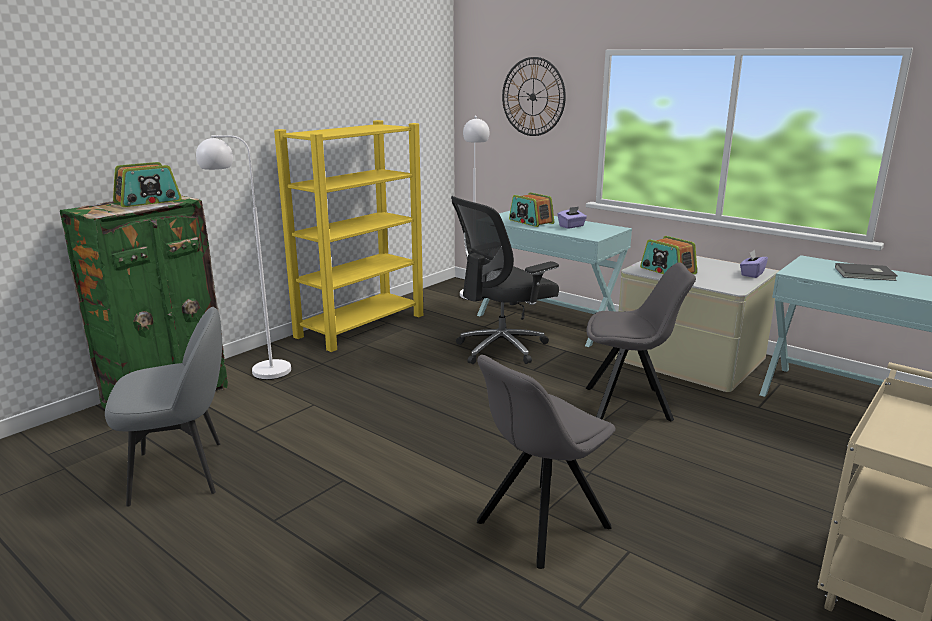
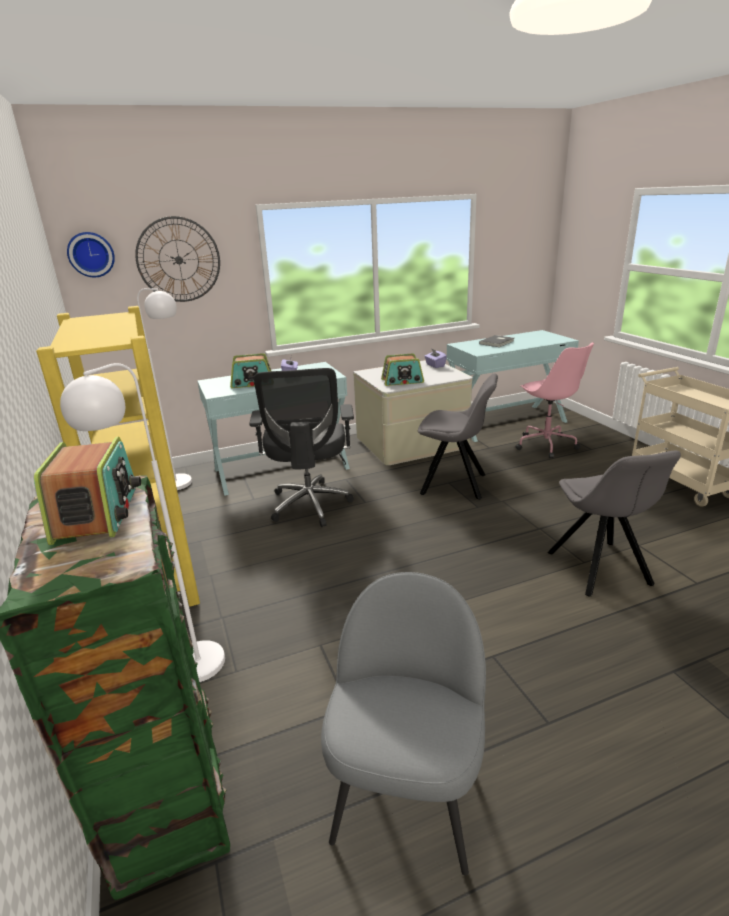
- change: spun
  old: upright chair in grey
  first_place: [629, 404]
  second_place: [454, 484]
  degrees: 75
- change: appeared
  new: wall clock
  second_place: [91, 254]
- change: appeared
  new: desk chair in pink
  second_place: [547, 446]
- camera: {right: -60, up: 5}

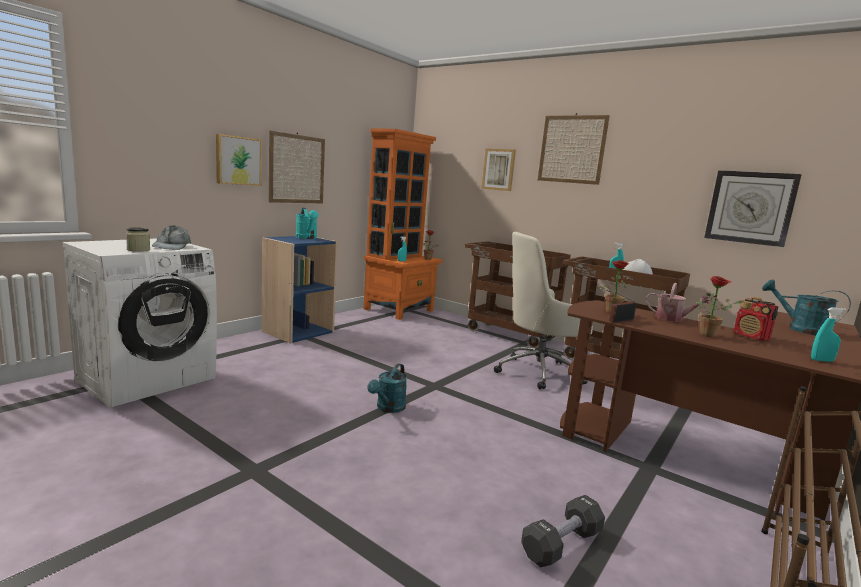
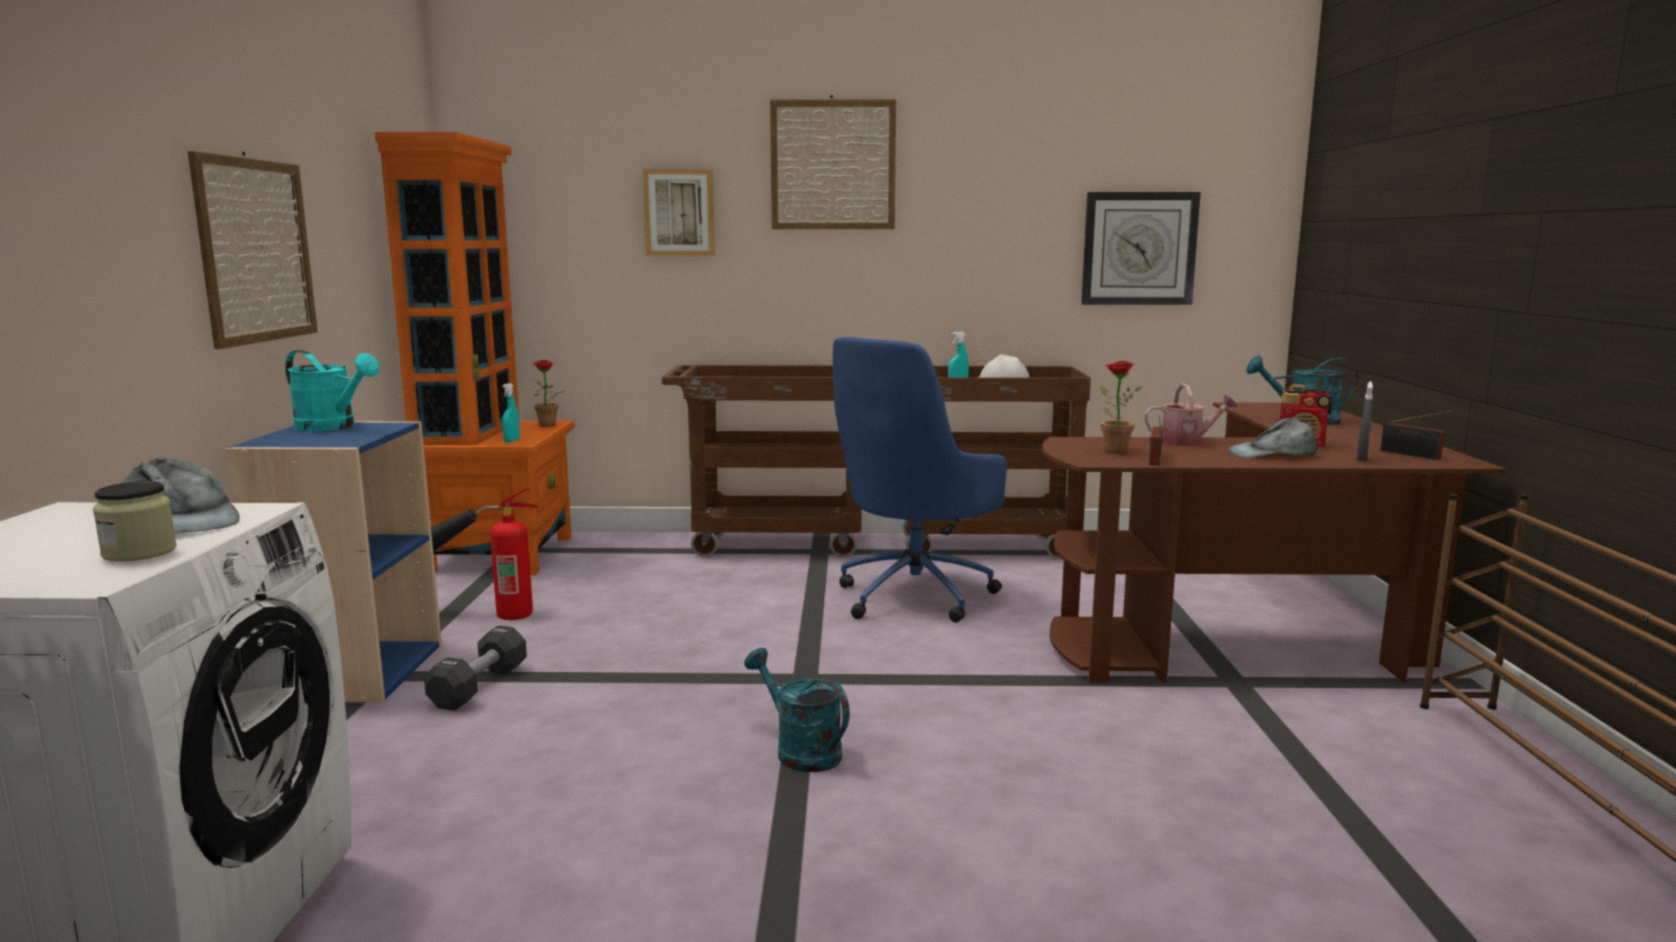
- change: missing
  old: wall art
  first_place: [238, 160]
- change: colour
  old: desk chair in sand-coloured
  new: desk chair in blue-coloured
  first_place: [537, 373]
  second_place: [914, 597]
- change: exchanged
  old: plant in a pot
  new: peaked cap in grey
  first_place: [710, 335]
  second_place: [1272, 454]
- change: exchanged
  old: spray bottle in turquoise-coloured
  new: radio set
  first_place: [822, 360]
  second_place: [1413, 455]
- change: spun
  old: watering pot in turquoise-coloured
  first_place: [388, 408]
  second_place: [800, 750]
  degrees: 150
- change: relocated
  old: free weight in blackish
  first_place: [561, 544]
  second_place: [479, 686]
- change: appeared
  new: spray bottle in grey
  second_place: [1361, 459]
- change: appeared
  new: fire-fighting cylinder
  second_place: [482, 614]
- camera: {right: -35, up: 0}

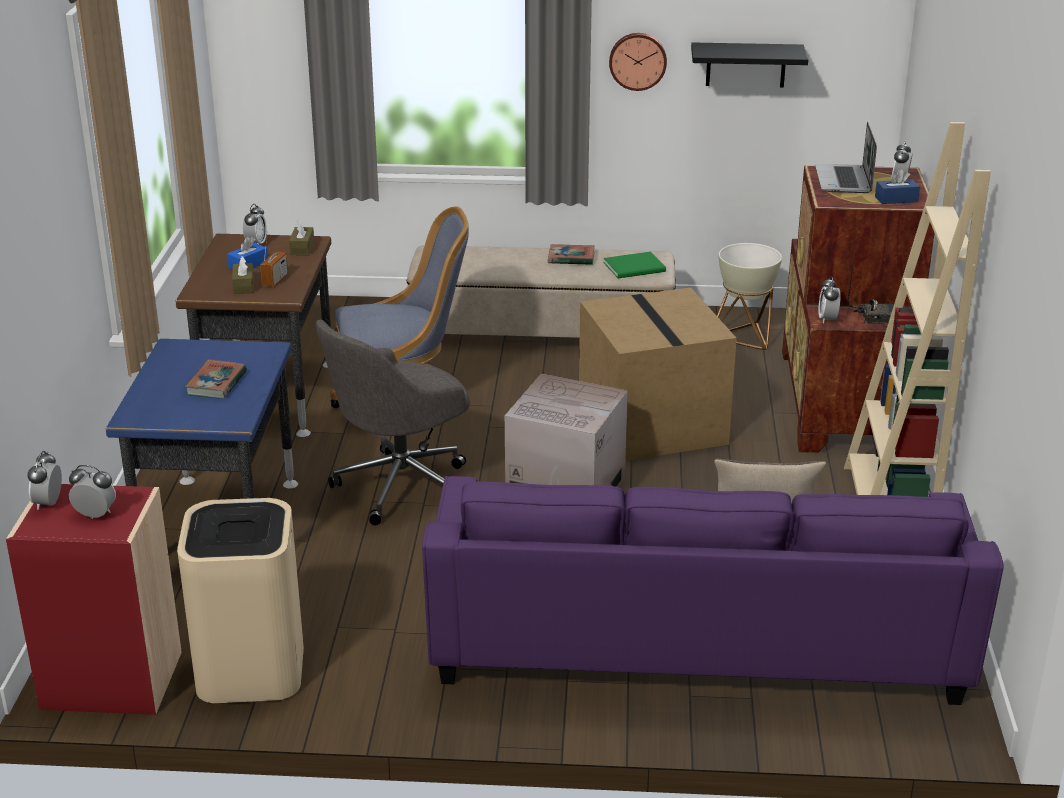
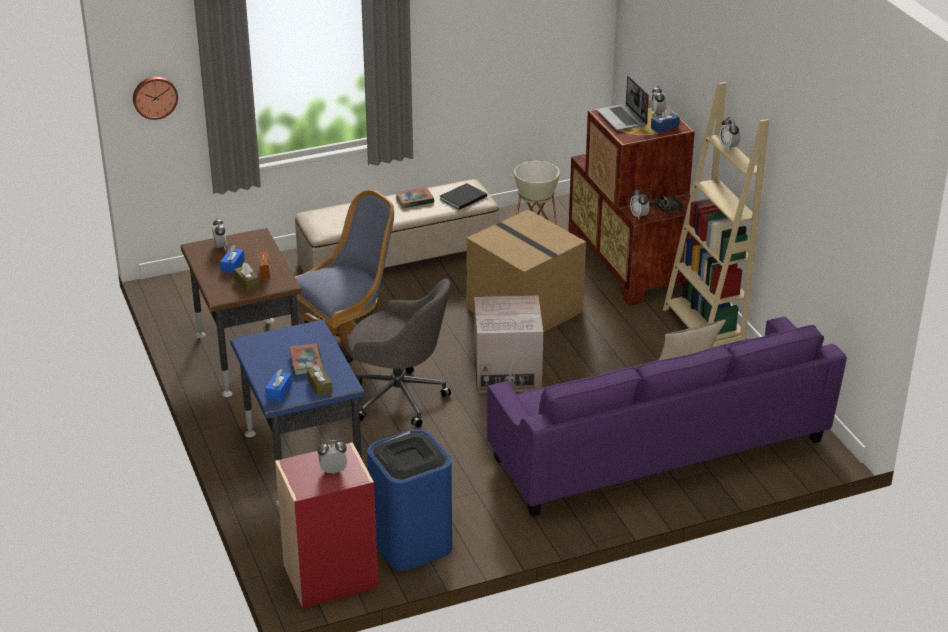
- change: relocated
  old: wall clock
  first_place: [637, 60]
  second_place: [154, 97]
- change: missing
  old: wall shelf in blackish
  first_place: [746, 64]
- change: relocated
  old: tissue box in brownish
  first_place: [302, 248]
  second_place: [320, 386]
- change: colour
  old: volume in green
  new: volume in blackish
  first_place: [636, 267]
  second_place: [465, 198]
- change: spun
  old: desk chair in grey
  first_place: [401, 487]
  second_place: [399, 398]
  degrees: -90
- change: relocated
  old: bedside clock
  first_place: [48, 503]
  second_place: [728, 147]
- change: colour
  old: trash can in sand-coloured
  new: trash can in blue-coloured
  first_place: [250, 669]
  second_place: [410, 543]
- change: appeared
  new: tissue box in blue-coloured
  second_place: [279, 391]
- camera: {right: -25, up: 5}

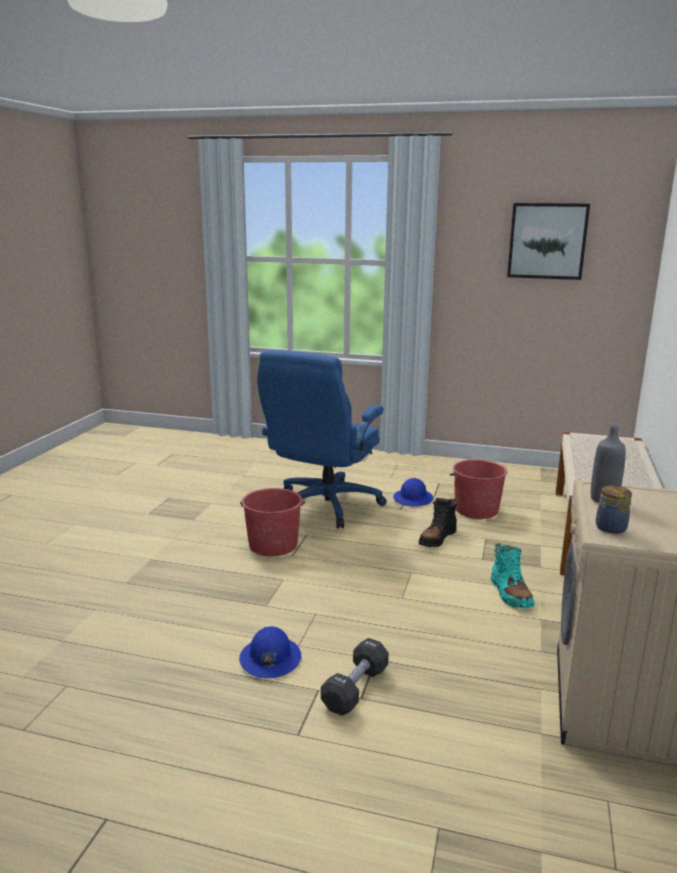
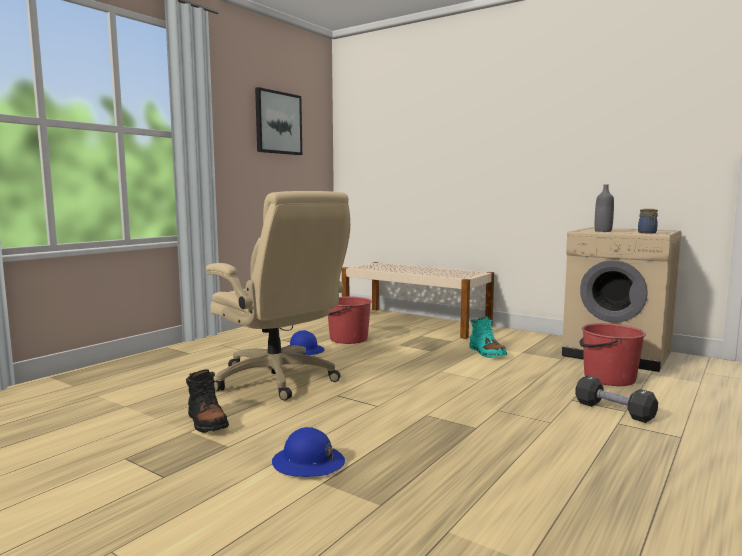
- change: colour
  old: desk chair in blue-coloured
  new: desk chair in sand-coloured
  first_place: [322, 507]
  second_place: [280, 381]
- change: relocated
  old: pail in red
  first_place: [273, 545]
  second_place: [608, 378]
- change: relocated
  old: tall boot in blackish
  first_place: [437, 538]
  second_place: [206, 422]
- change: spun
  old: tall boot in turquoise-coloured
  first_place: [510, 594]
  second_place: [486, 353]
  degrees: 60
- change: relocated
  old: work helmet in blue-coloured
  first_place: [270, 659]
  second_place: [308, 463]
- camera: {right: -70, up: -10}

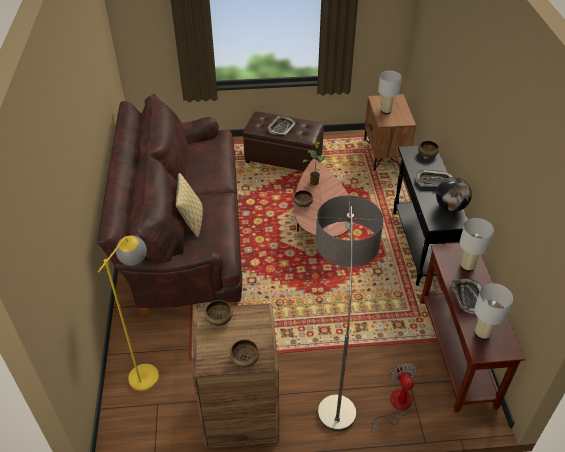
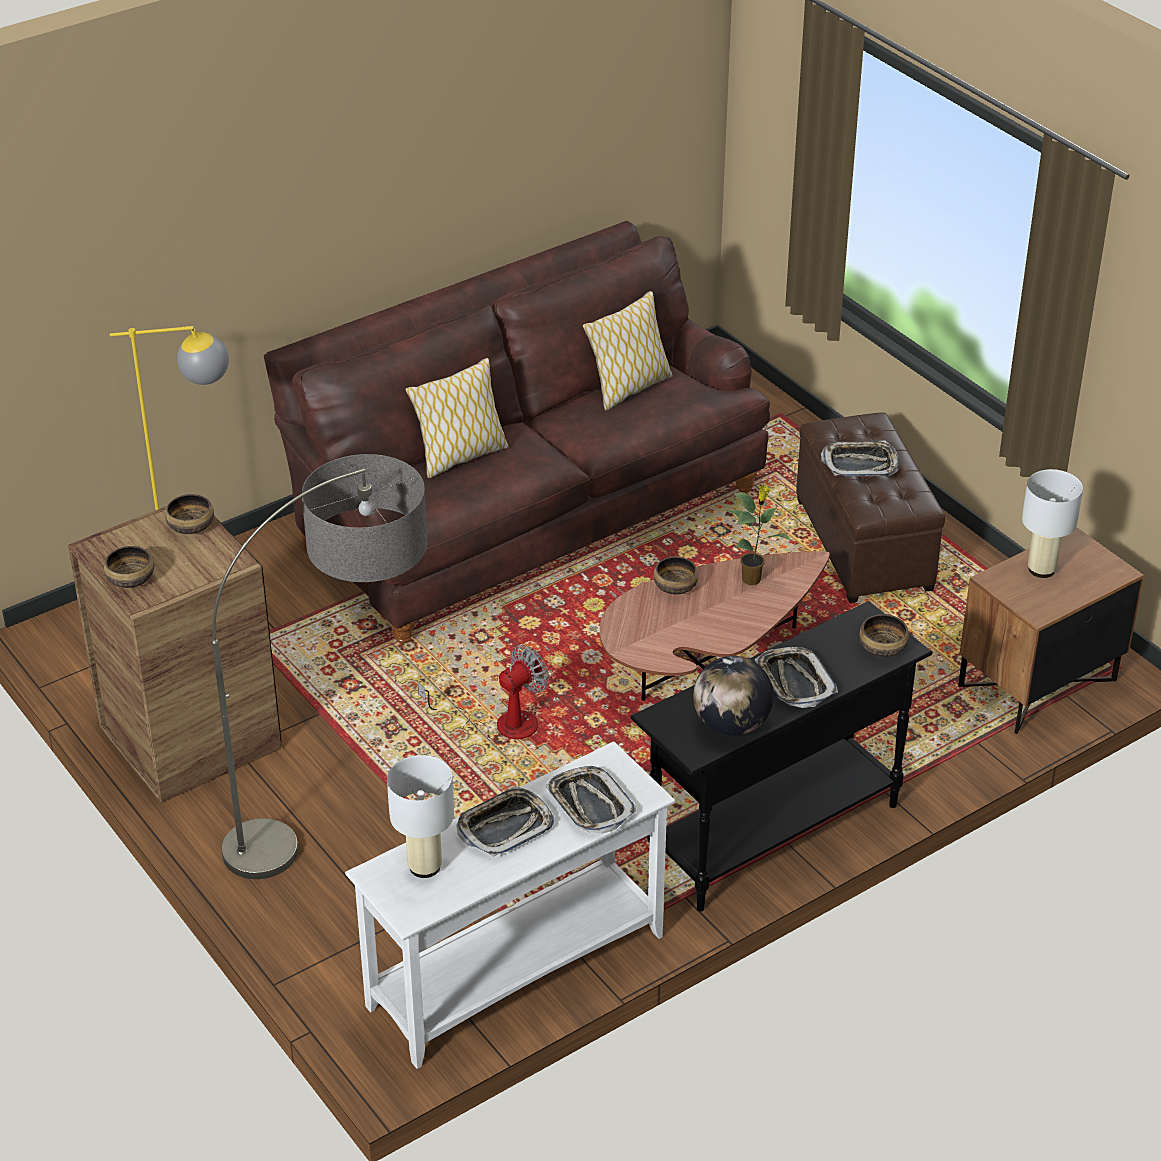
- change: exchanged
  old: table lamp in whitish
  new: serving tray
  first_place: [467, 266]
  second_place: [590, 804]
- change: colour
  old: console table in brownish
  new: console table in whitish
  first_place: [457, 352]
  second_place: [515, 972]
- change: relocated
  old: electric fan
  first_place: [396, 406]
  second_place: [501, 724]
- change: appeared
  new: cushion
  second_place: [629, 388]
- camera: {right: 60, up: -5}

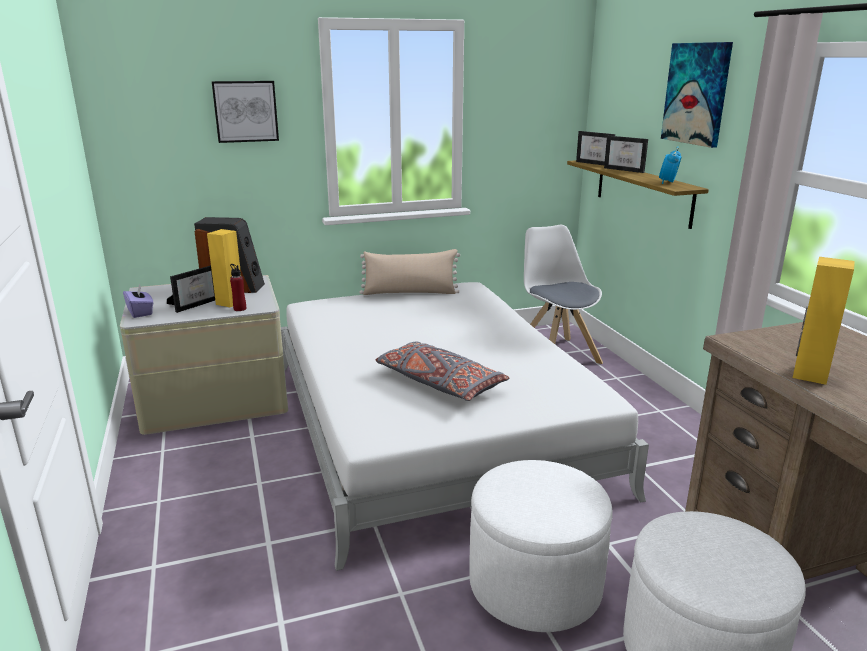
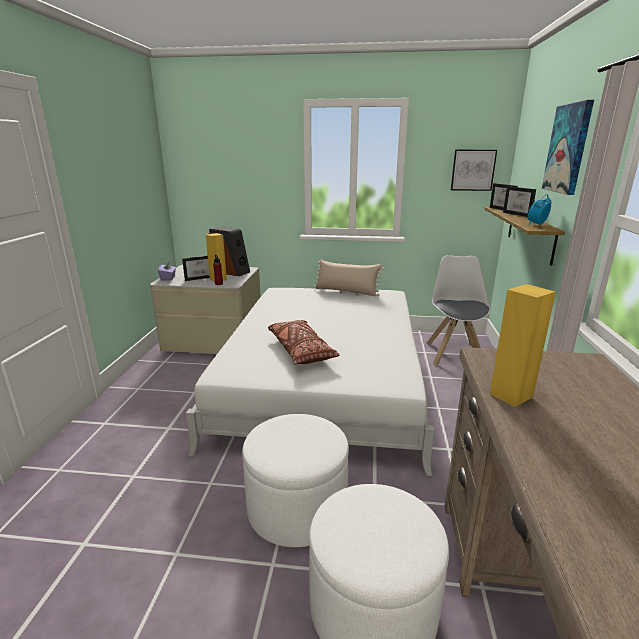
- change: relocated
  old: wall art
  first_place: [245, 111]
  second_place: [472, 170]
- change: colour
  old: cushion in grey
  new: cushion in brownish
  first_place: [439, 383]
  second_place: [300, 350]
- camera: {right: 25, up: 0}

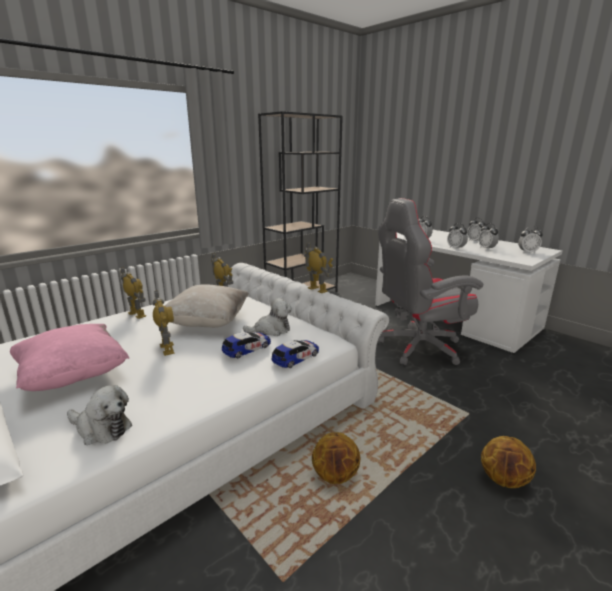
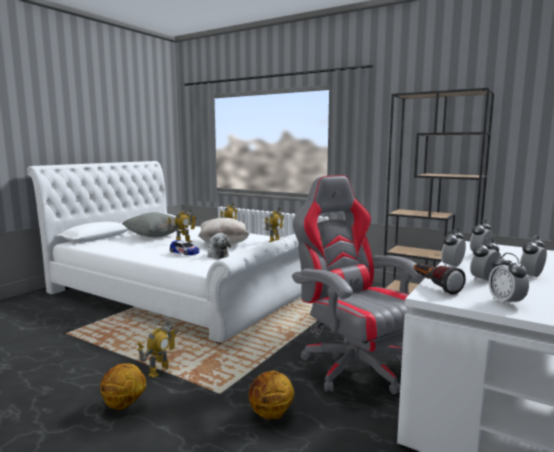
- change: relocated
  old: robot figure
  first_place: [317, 289]
  second_place: [159, 371]
- change: colour
  old: cushion in pink
  new: cushion in grey
  first_place: [73, 376]
  second_place: [154, 236]
- change: missing
  old: model car
  first_place: [296, 357]
- change: missing
  old: plush toy
  first_place: [101, 428]
- change: relocated
  old: basketball ball
  first_place: [335, 476]
  second_place: [271, 414]
- change: appeared
  new: hand torch
  second_place: [434, 286]
- camera: {right: 75, up: -10}

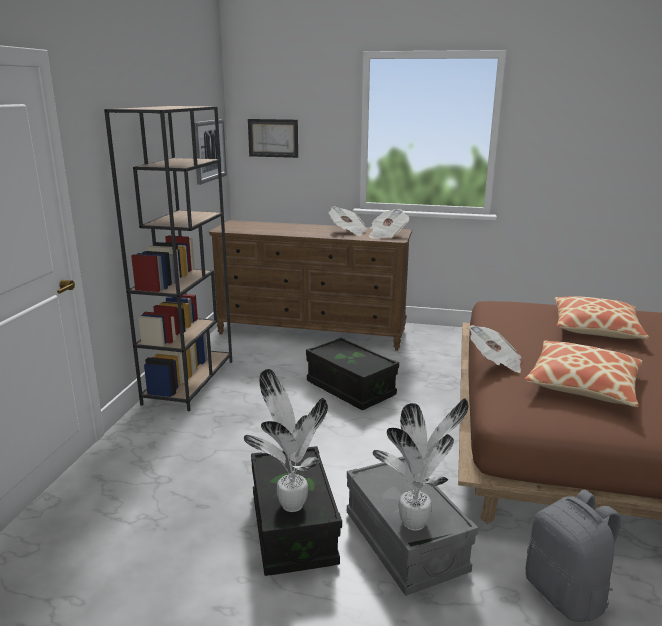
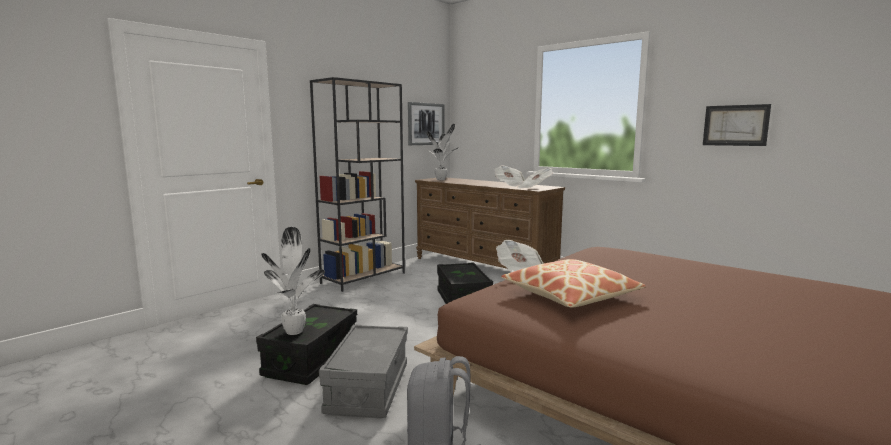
- change: relocated
  old: wall art
  first_place: [273, 138]
  second_place: [735, 125]
- change: missing
  old: cushion
  first_place: [595, 328]
- change: relocated
  old: plant in a pot
  first_place: [416, 523]
  second_place: [441, 179]
- camera: {right: 30, up: -10}

